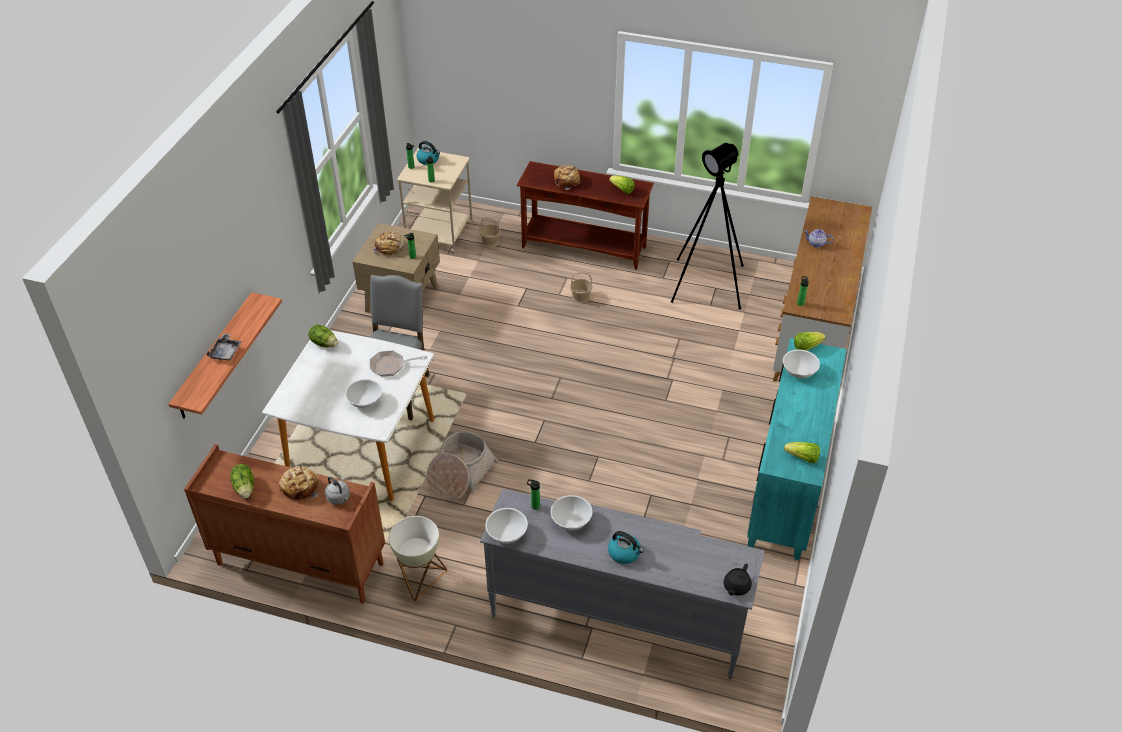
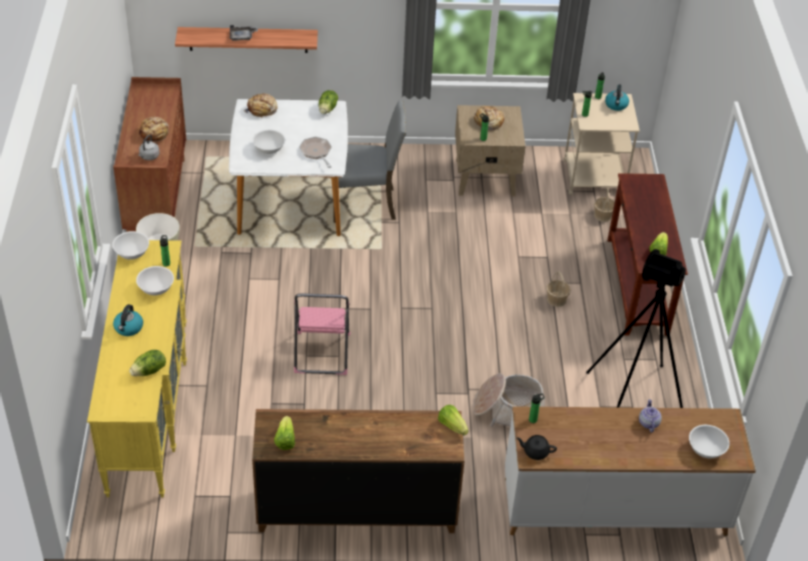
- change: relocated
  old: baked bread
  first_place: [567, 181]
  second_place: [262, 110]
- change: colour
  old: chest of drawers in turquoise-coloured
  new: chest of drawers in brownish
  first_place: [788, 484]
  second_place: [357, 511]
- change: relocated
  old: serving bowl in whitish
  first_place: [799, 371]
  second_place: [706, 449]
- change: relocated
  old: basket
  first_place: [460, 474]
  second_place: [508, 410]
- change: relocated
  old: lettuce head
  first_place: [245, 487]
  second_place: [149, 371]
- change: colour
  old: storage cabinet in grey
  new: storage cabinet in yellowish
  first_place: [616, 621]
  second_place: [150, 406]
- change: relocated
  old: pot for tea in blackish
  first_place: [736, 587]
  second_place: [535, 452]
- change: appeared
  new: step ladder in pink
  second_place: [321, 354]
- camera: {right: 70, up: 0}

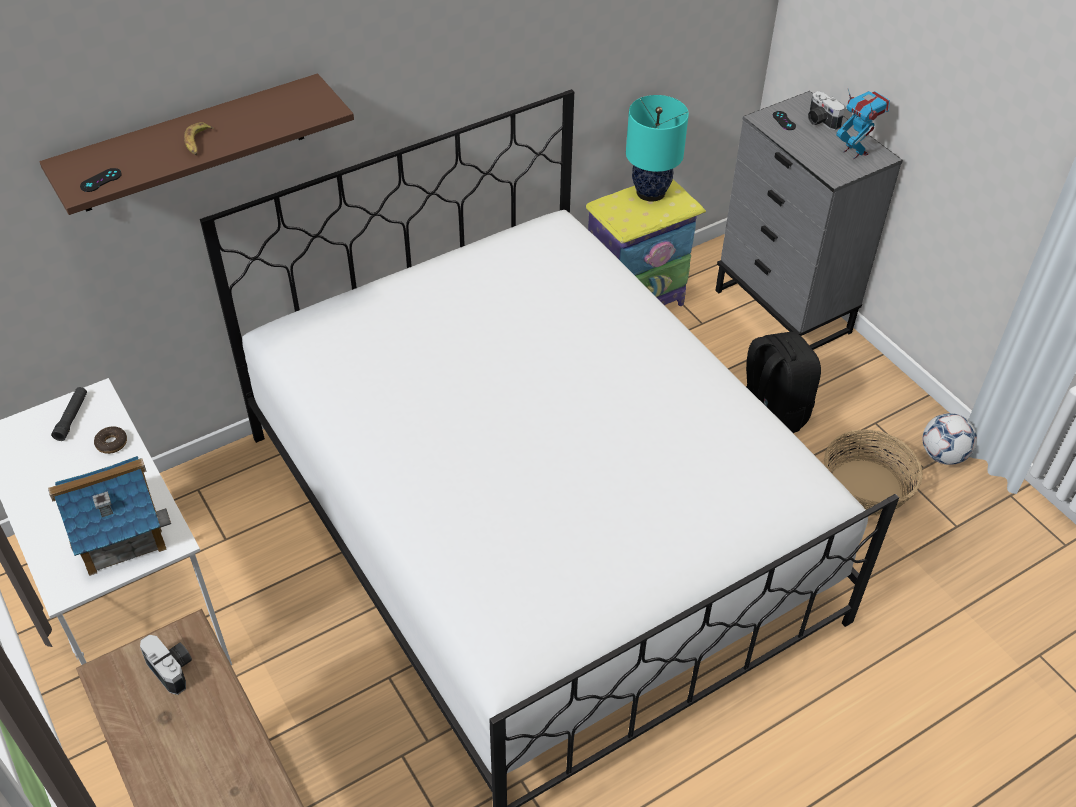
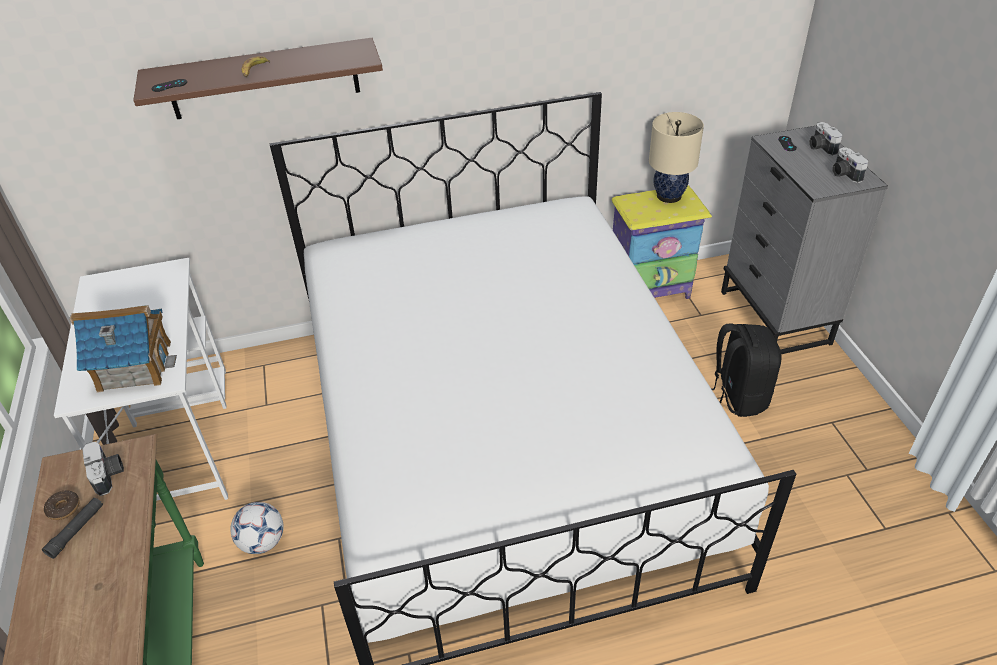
- change: exchanged
  old: robot figure
  new: still camera
  first_place: [855, 152]
  second_place: [844, 174]
- change: colour
  old: table lamp in turquoise-coloured
  new: table lamp in sand-coloured
  first_place: [651, 192]
  second_place: [669, 196]
- change: relocated
  old: hand torch in blackish
  first_place: [72, 417]
  second_place: [76, 531]
- change: relocated
  old: football
  first_place: [942, 455]
  second_place: [263, 542]
- change: relocated
  old: ring doughnut
  first_place: [111, 443]
  second_place: [64, 508]
- change: missing
  old: basket
  first_place: [866, 487]
- camera: {right: 20, up: -5}

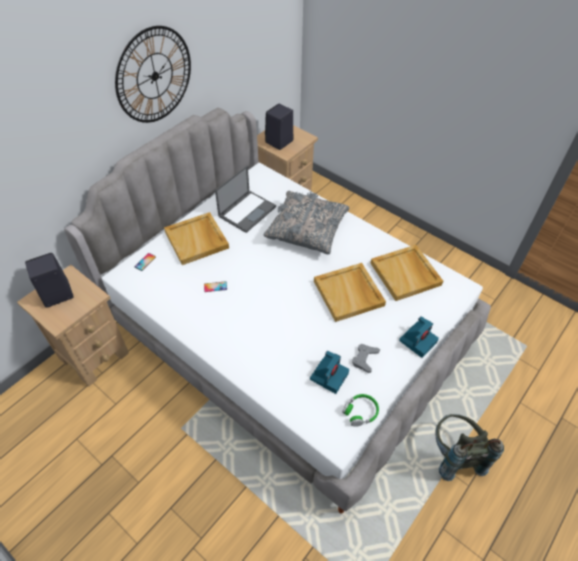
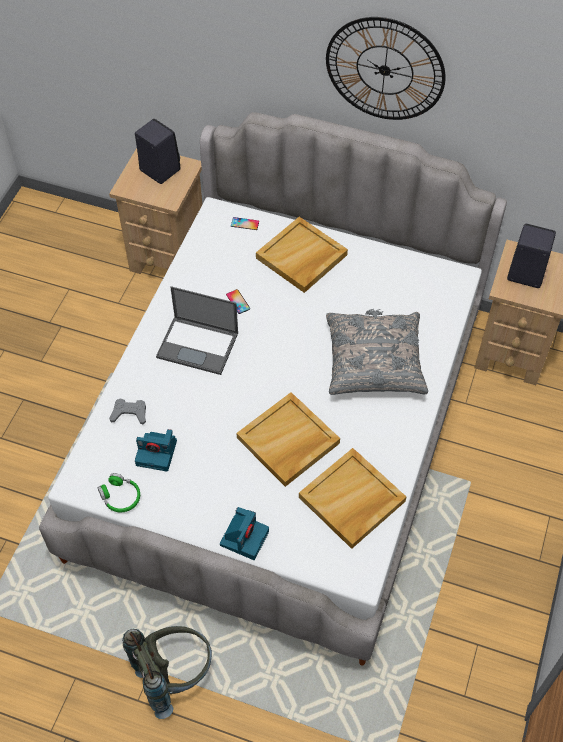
- change: relocated
  old: notebook computer
  first_place: [247, 211]
  second_place: [198, 345]
- change: spun
  old: still camera
  first_place: [418, 340]
  second_place: [244, 537]
  degrees: -90
- change: relocated
  old: joypad in grey
  first_place: [364, 359]
  second_place: [129, 413]
- camera: {right: 70, up: 5}

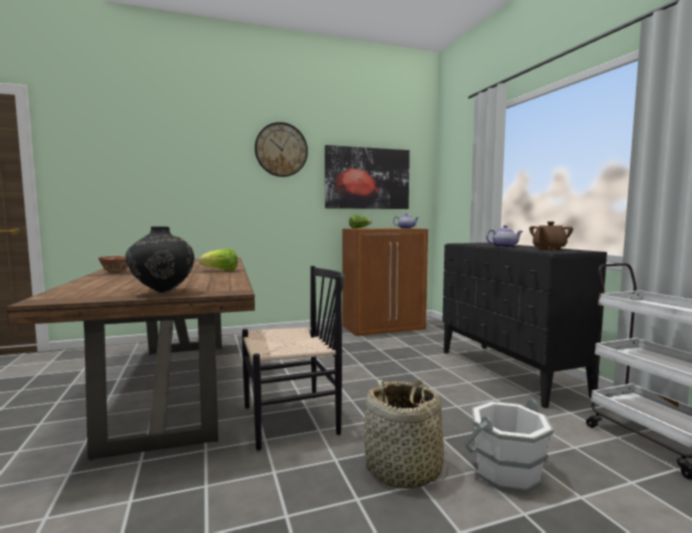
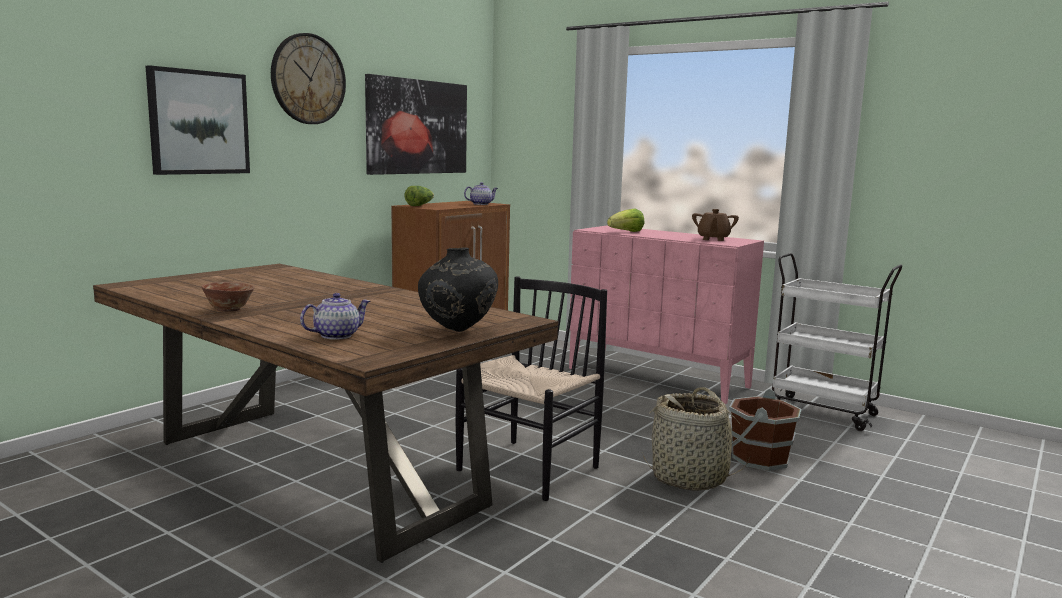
- change: relocated
  old: pot for tea
  first_place: [504, 247]
  second_place: [337, 335]
- change: colour
  old: chest of drawers in blackish
  new: chest of drawers in pink
  first_place: [507, 372]
  second_place: [657, 378]
- change: relocated
  old: lettuce head
  first_place: [220, 270]
  second_place: [626, 232]
- change: colour
  old: pail in whitish
  new: pail in brownish
  first_place: [506, 473]
  second_place: [759, 458]
- change: appeared
  new: wall art
  second_place: [198, 122]
- camera: {right: -35, up: 5}

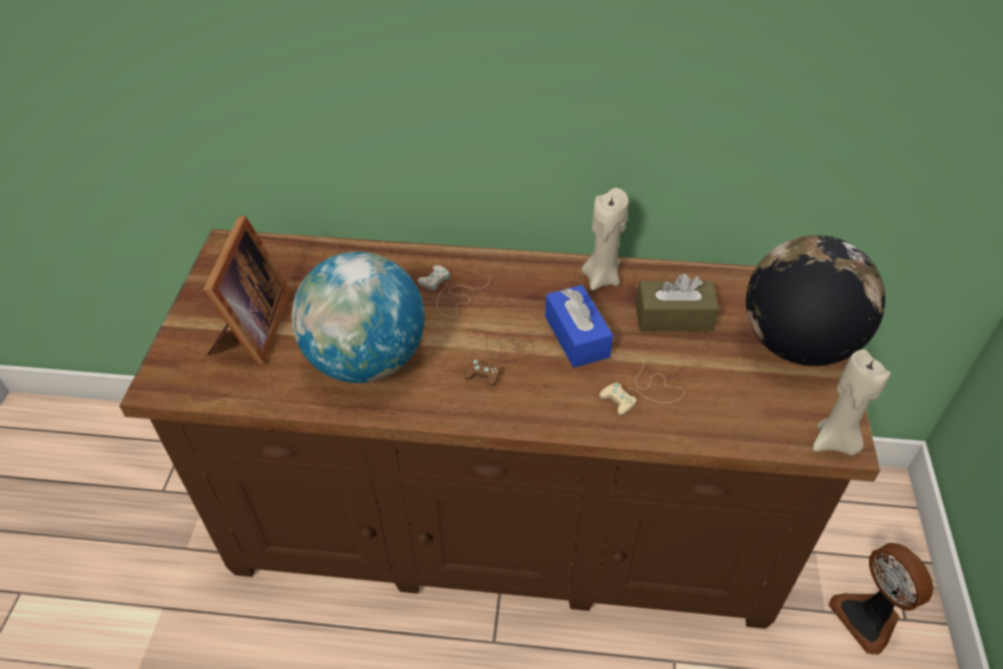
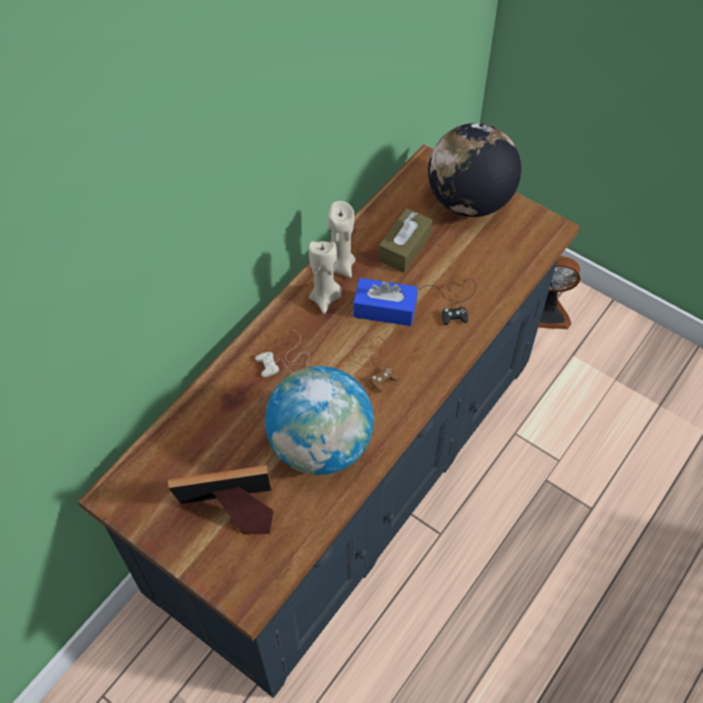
- change: spun
  old: standing frame
  first_place: [252, 329]
  second_place: [232, 511]
  degrees: -45
- change: colour
  old: chest of drawers in brownish
  new: chest of drawers in blue-coloured
  first_place: [506, 520]
  second_place: [351, 475]
- change: relocated
  old: wax light in sand-coloured
  first_place: [835, 442]
  second_place: [325, 298]
- change: colour
  old: joypad in sand-coloured
  new: joypad in blackish
  first_place: [642, 391]
  second_place: [454, 300]
- camera: {right: -60, up: 10}

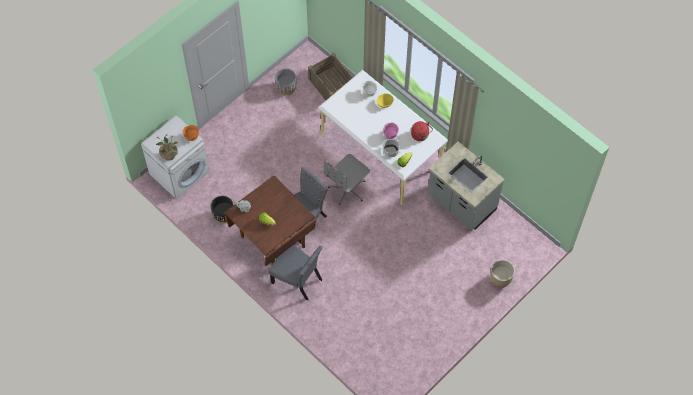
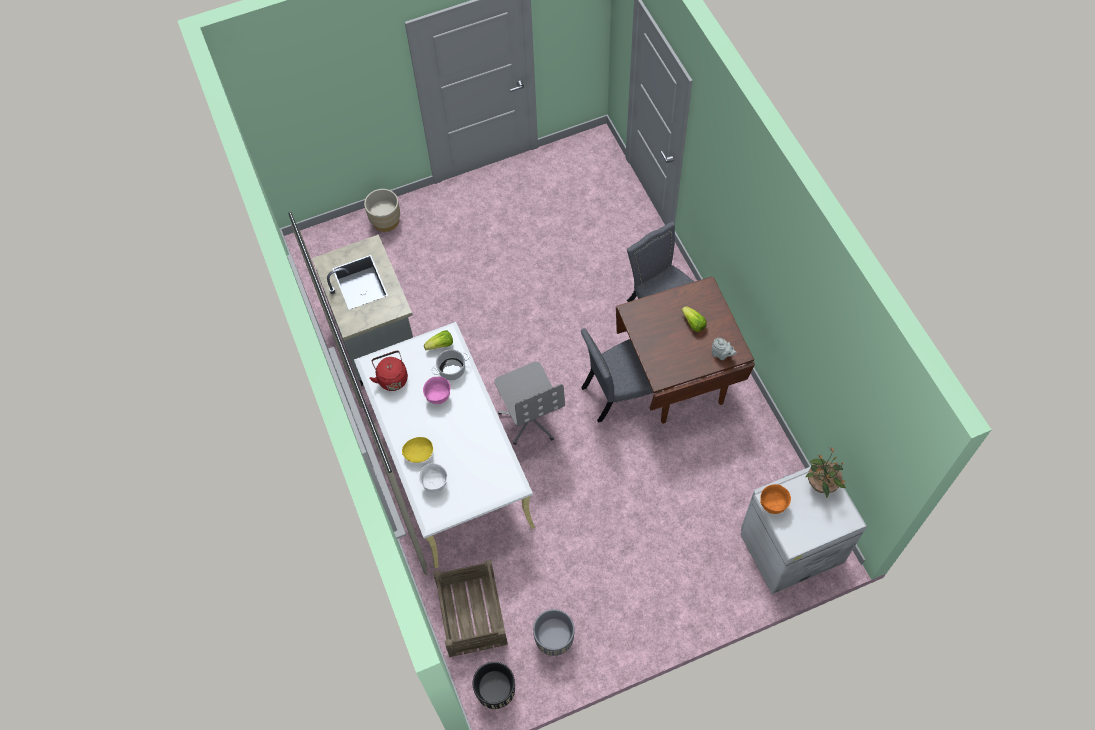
- change: spun
  old: desk chair in grey
  first_place: [348, 189]
  second_place: [531, 418]
  degrees: 90
- change: relocated
  old: flower pot in blackish
  first_place: [223, 215]
  second_place: [496, 692]
- camera: {right: -155, up: 0}

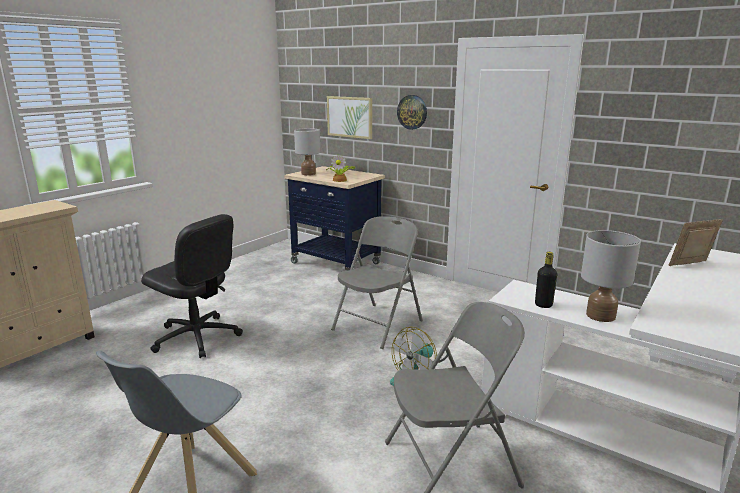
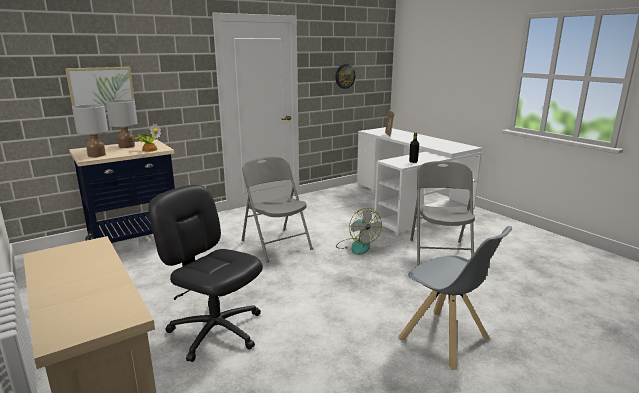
- change: relocated
  old: wall clock
  first_place: [412, 112]
  second_place: [345, 76]
- change: spun
  old: desk chair in blackish
  first_place: [196, 337]
  second_place: [216, 330]
  degrees: -105
- change: relocated
  old: table lamp in grey
  first_place: [600, 315]
  second_place: [126, 146]
- camera: {right: -70, up: 0}

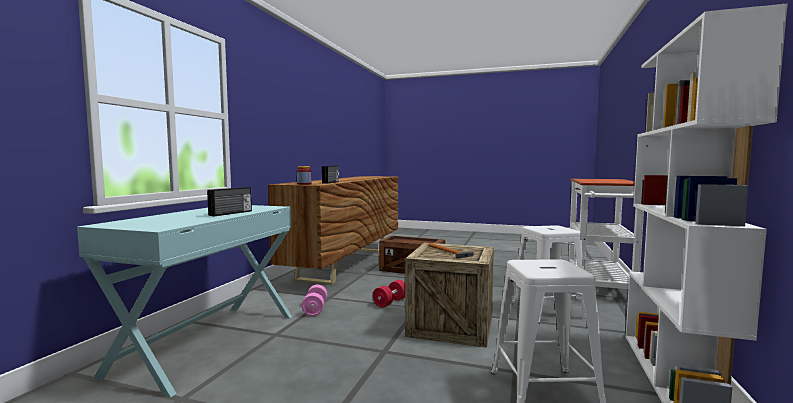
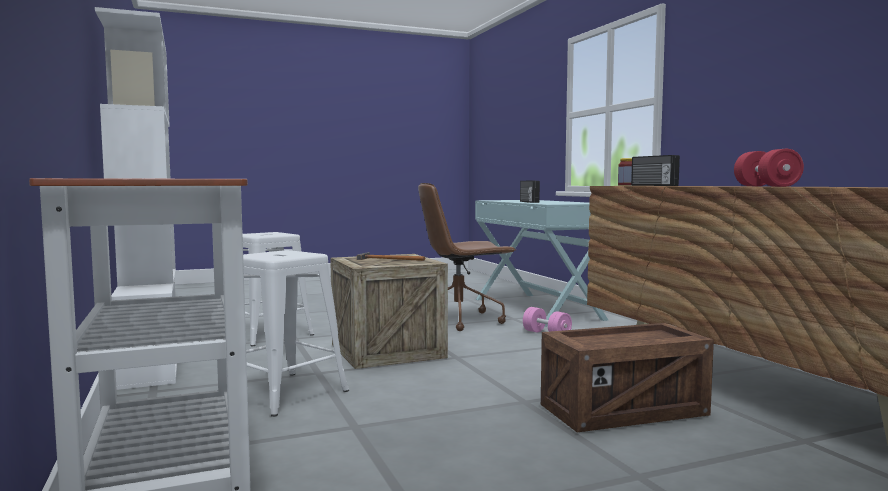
- change: relocated
  old: free weight in red
  first_place: [390, 302]
  second_place: [766, 186]
- change: appeared
  new: desk chair in brownish
  second_place: [462, 320]
- camera: {right: 140, up: 0}

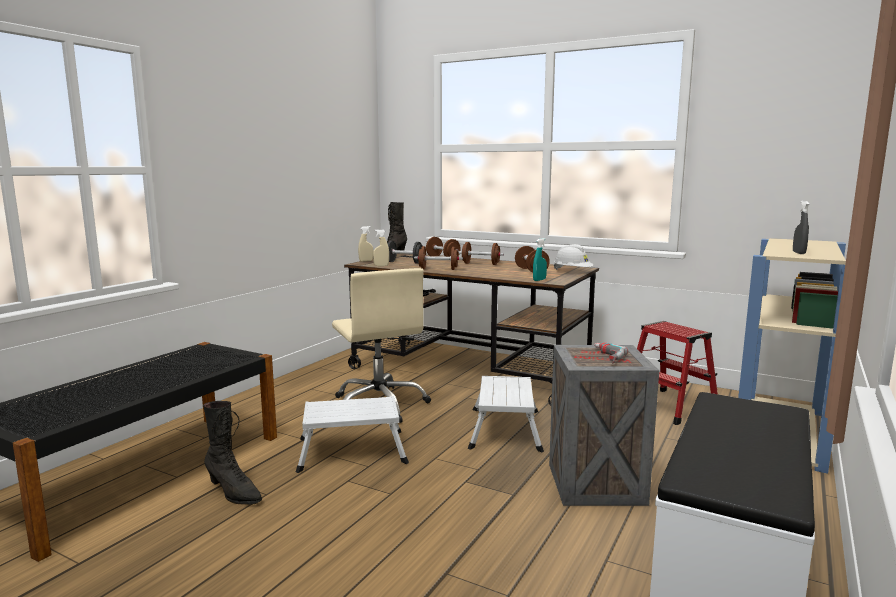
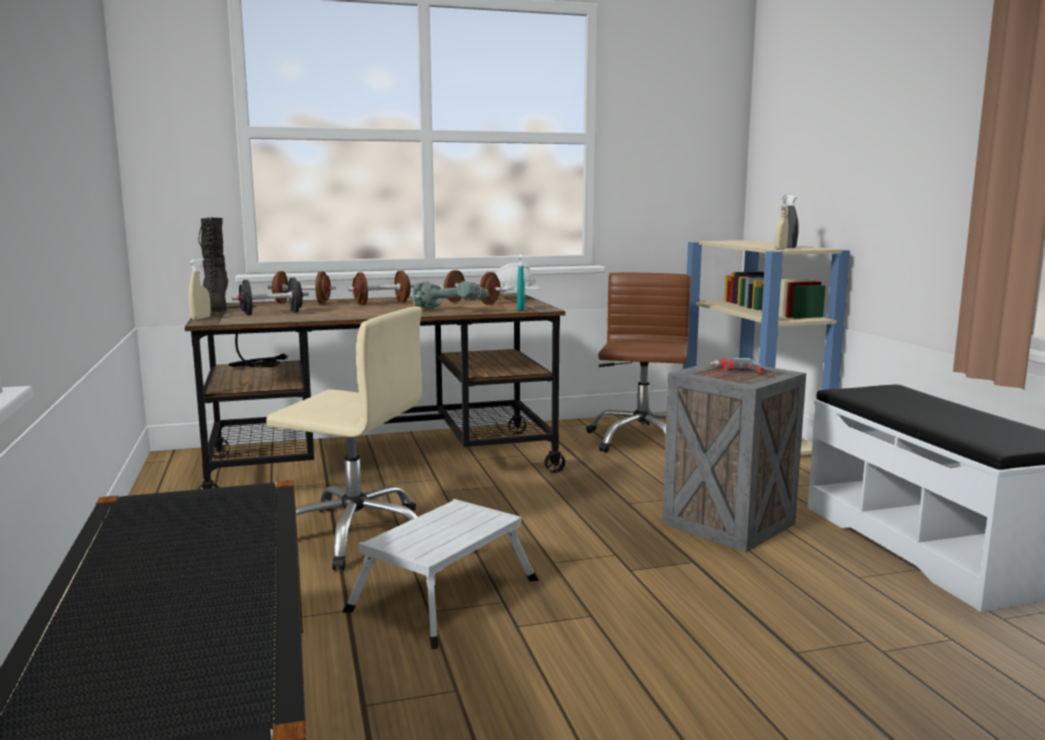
- change: relocated
  old: spray bottle in sand-coloured
  first_place: [381, 266]
  second_place: [780, 249]
- change: missing
  old: free weight in brownish
  first_place: [438, 269]
- change: exchanged
  old: step ladder in red
  new: desk chair in brownish
  first_place: [670, 406]
  second_place: [641, 440]
- change: missing
  old: step ladder in whitish
  first_place: [505, 428]
- change: missing
  old: tall boot in blackish
  first_place: [233, 493]
- change: appeared
  new: power drill
  second_place: [452, 310]
- camera: {right: -45, up: 0}

